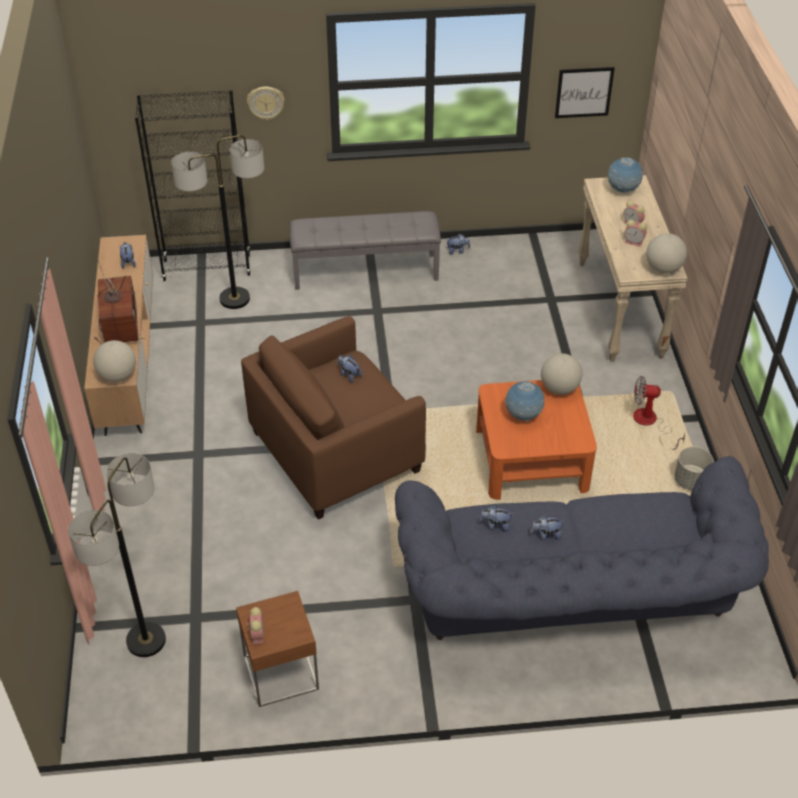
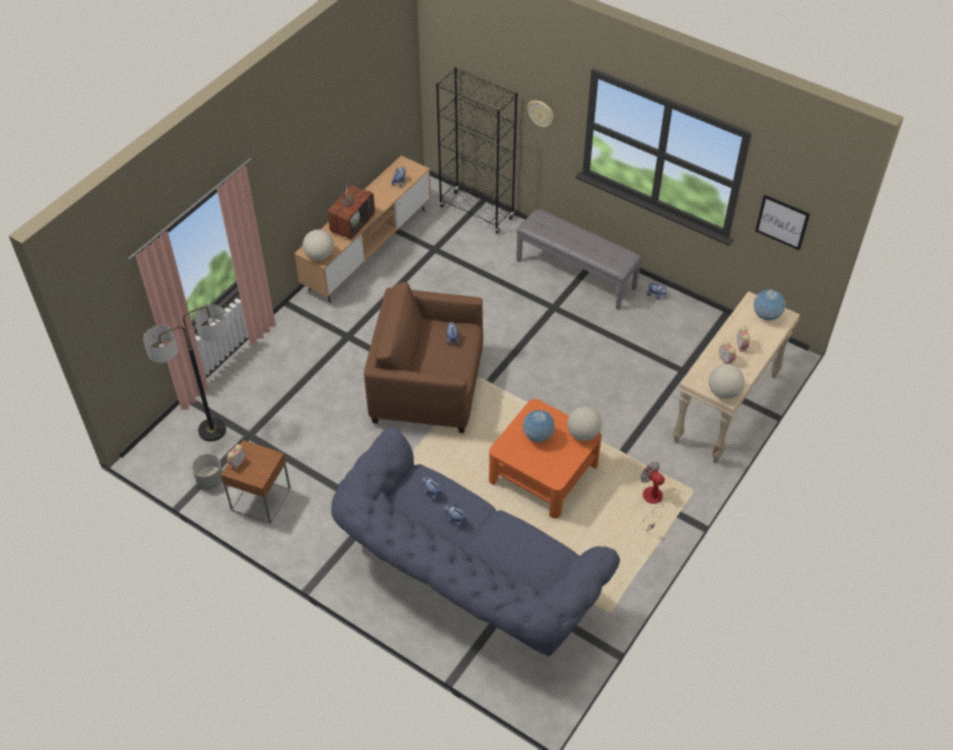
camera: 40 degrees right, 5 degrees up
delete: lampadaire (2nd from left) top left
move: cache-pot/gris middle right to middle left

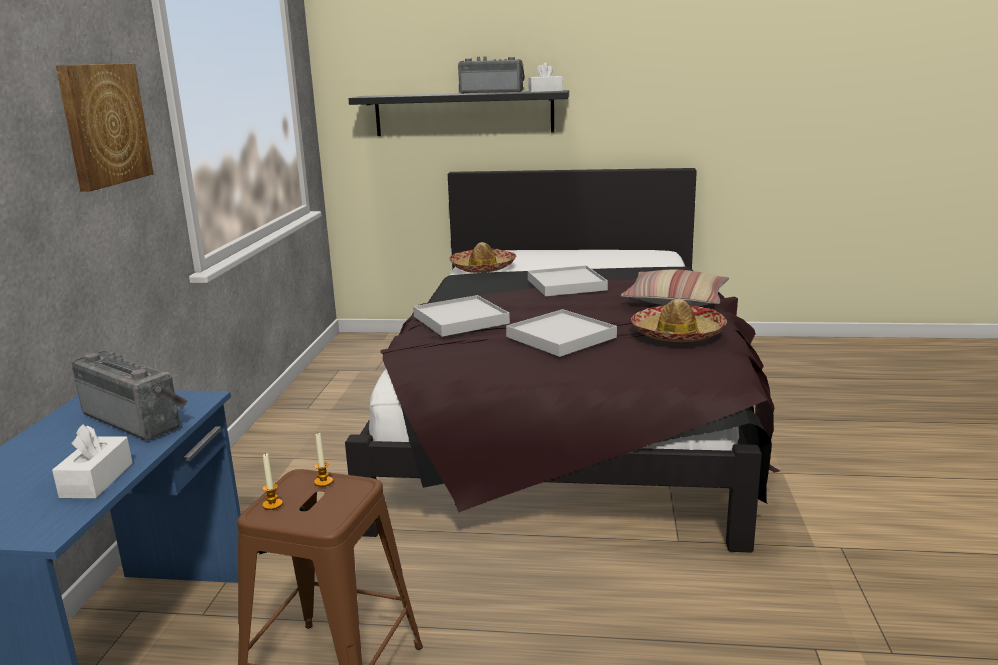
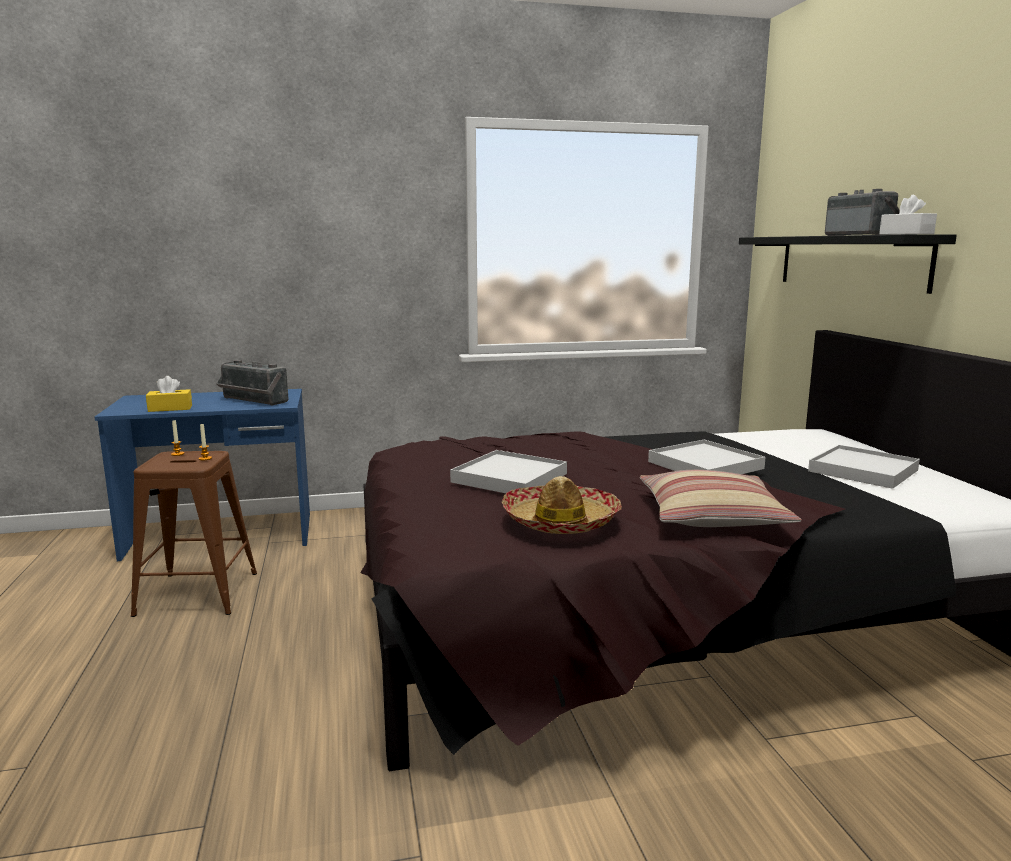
camera: 70 degrees right, 5 degrees down
delete: tableau top left; chapeau (1st from left) centre
move: plateau/blanc (1st from left in the first image) centre to plateau/blanc (3rd from left) middle right
recolor: boîte à mouchoirs/blanc (1st from left) bottom left to boîte à mouchoirs/jaune middle left
rotate: radio (1st from left) middle left = middle left 105 degrees clockwise

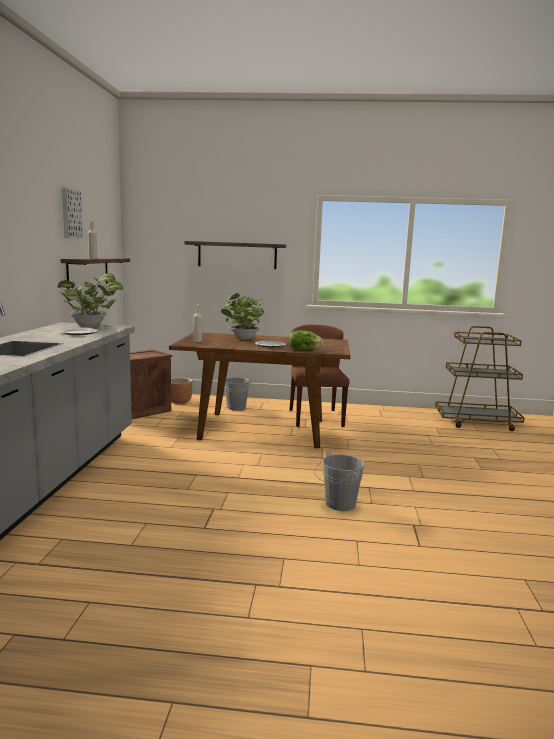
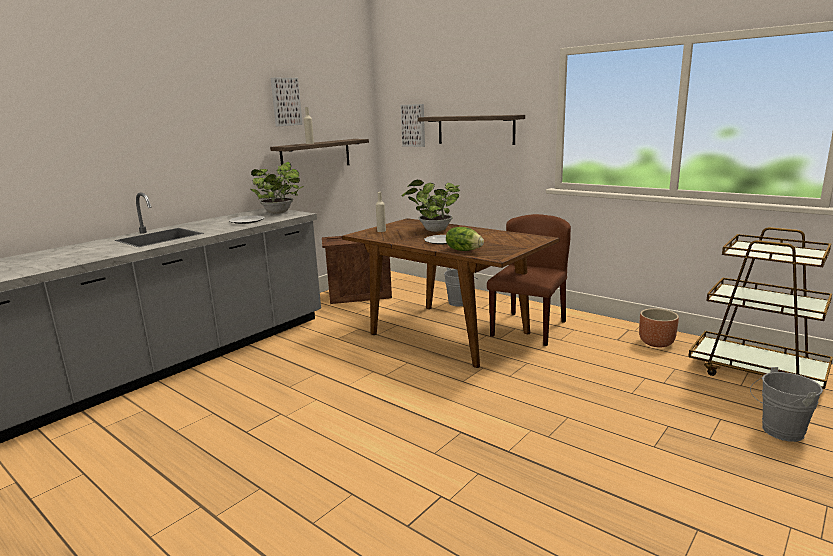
camera: 35 degrees right, 5 degrees up
insert: tableau (2nd from left) top centre
move: cache-pot/marron middle left to middle right; seau/gris (2nd from left) centre to bottom right

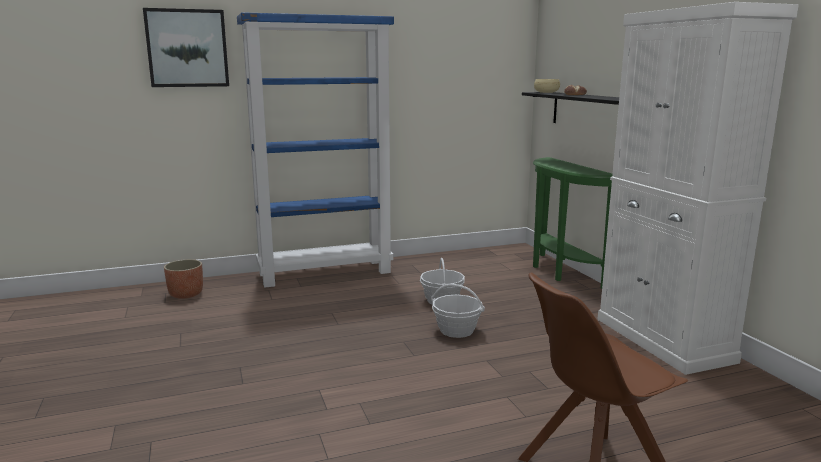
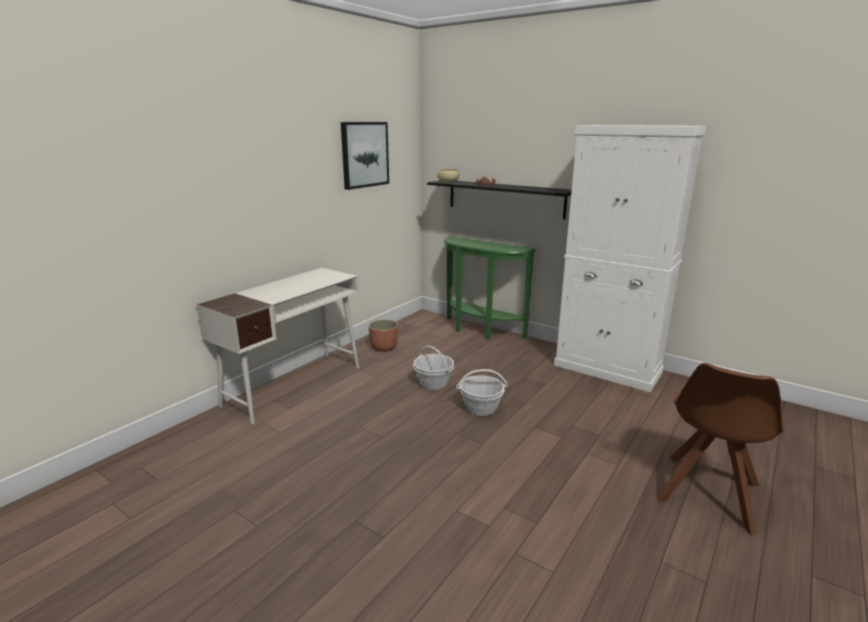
camera: 35 degrees left, 5 degrees up
move: tableau top left to top centre; cache-pot middle left to centre
replace: bibliothèque/bleu top centre to bureau/blanc middle left

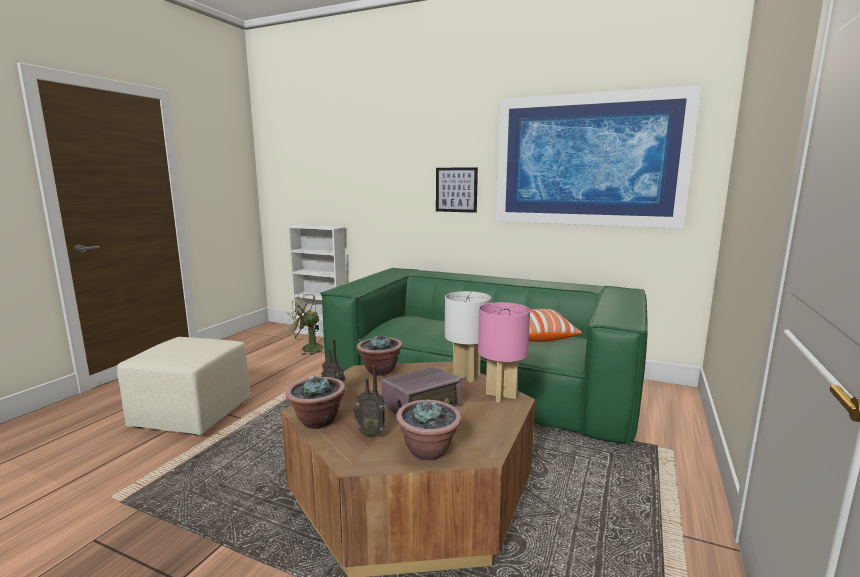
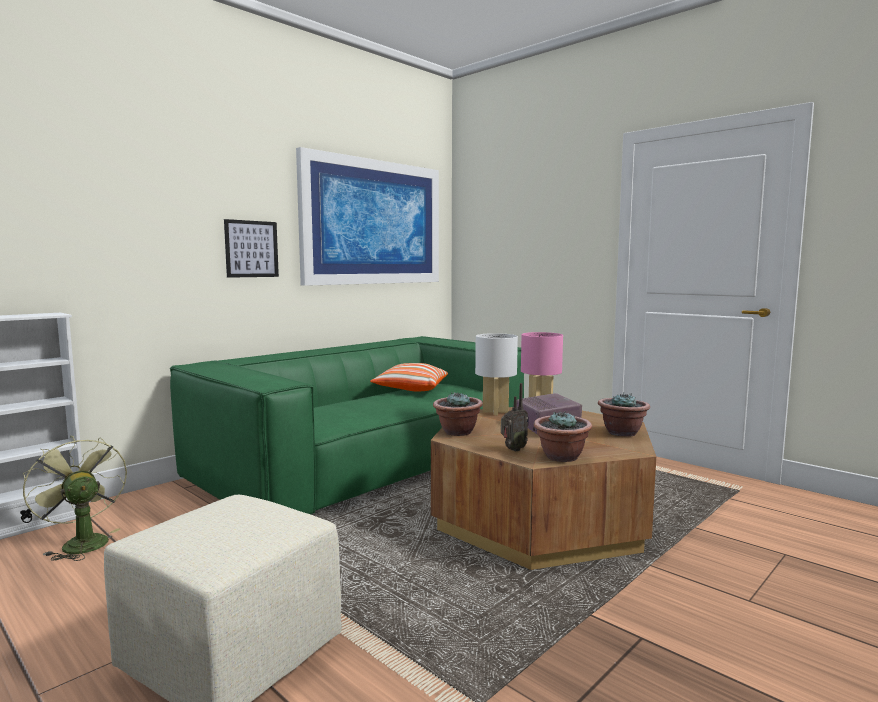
camera: 70 degrees left, 5 degrees down
delete: radio (2nd from left) bottom centre
rotate: ventilateur/vert centre = bottom left 105 degrees clockwise

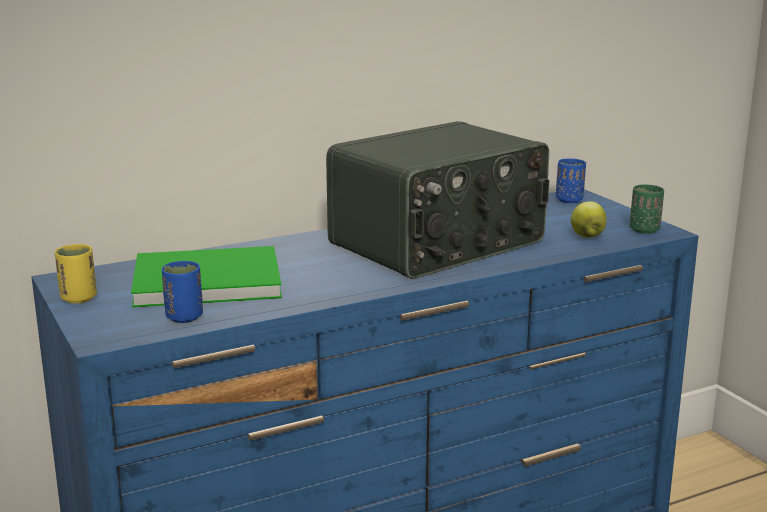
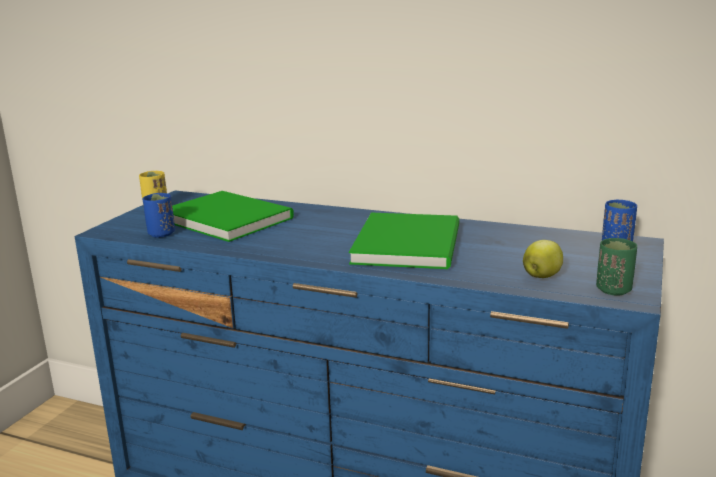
camera: 50 degrees right, 0 degrees up
replace: radio centre to livre/vert (2nd from left) centre

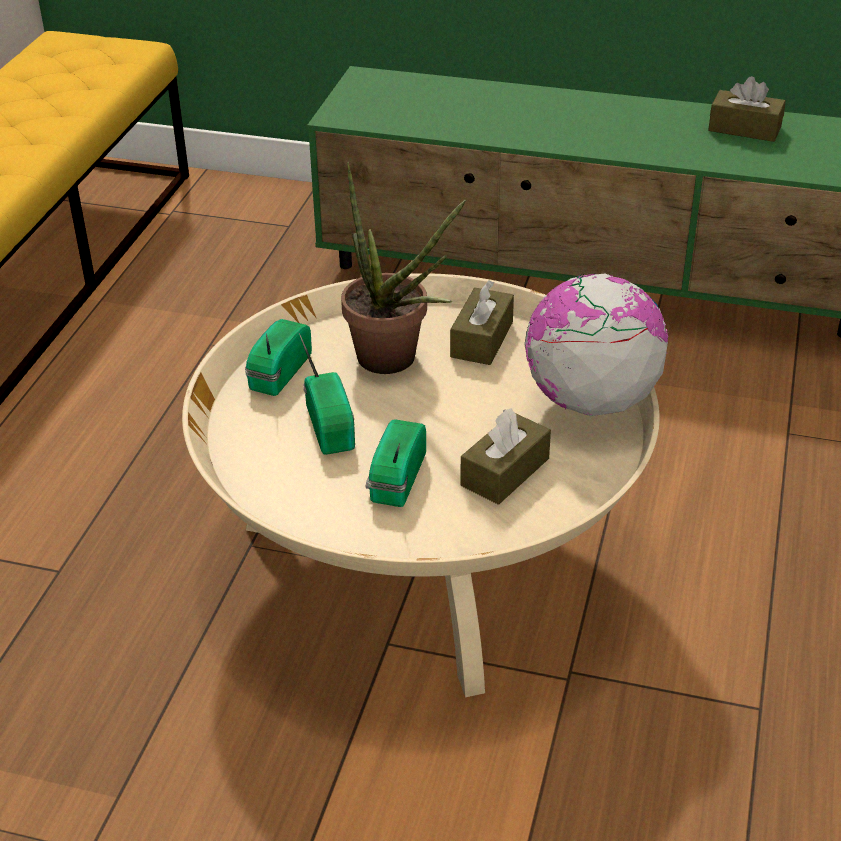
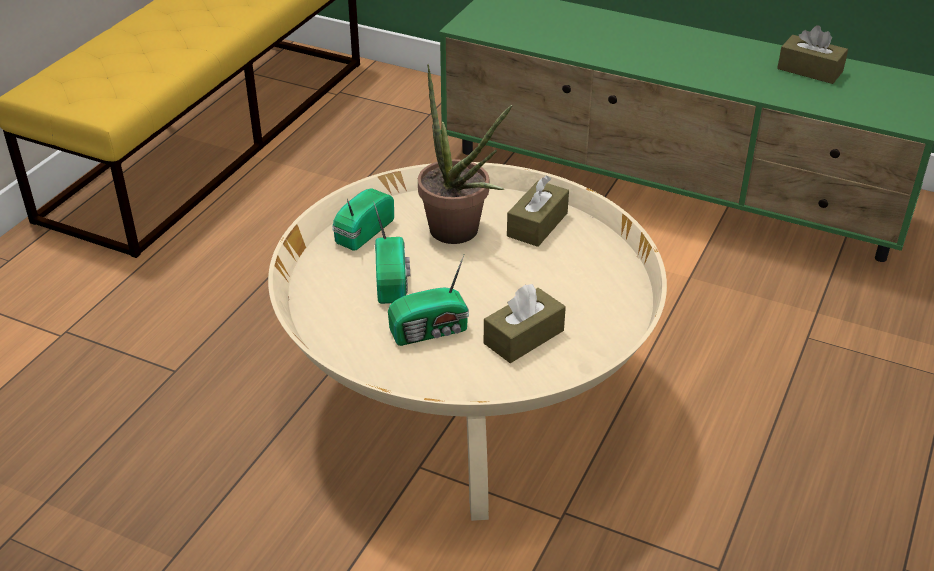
camera: 10 degrees right, 0 degrees up
delete: globe middle right
rotate: radio (3rd from left) centre = centre 135 degrees counterclockwise

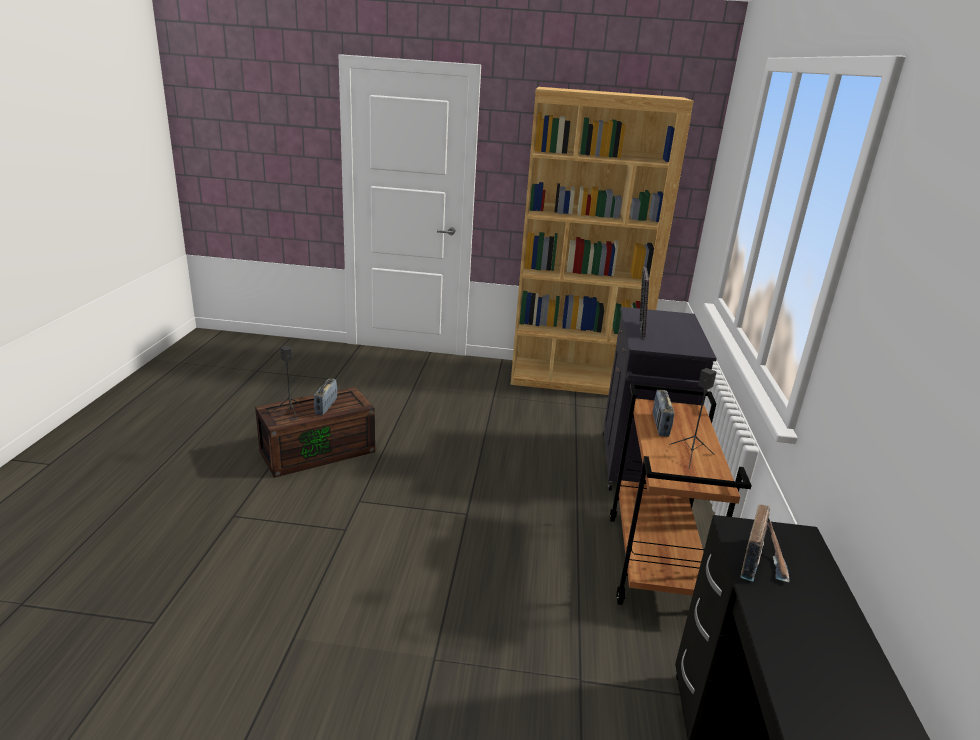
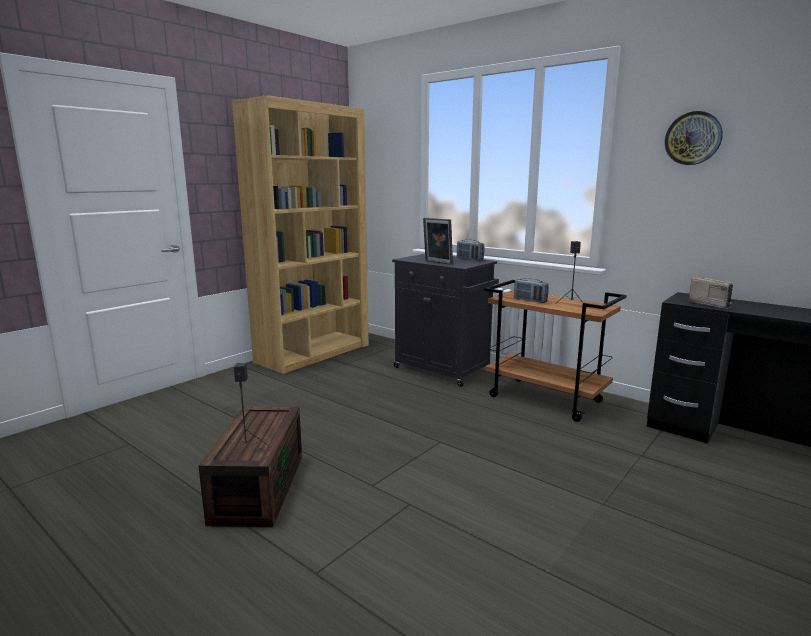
camera: 55 degrees left, 10 degrees down
insert: horloge murale top right
move: radio (1st from left) middle left to centre

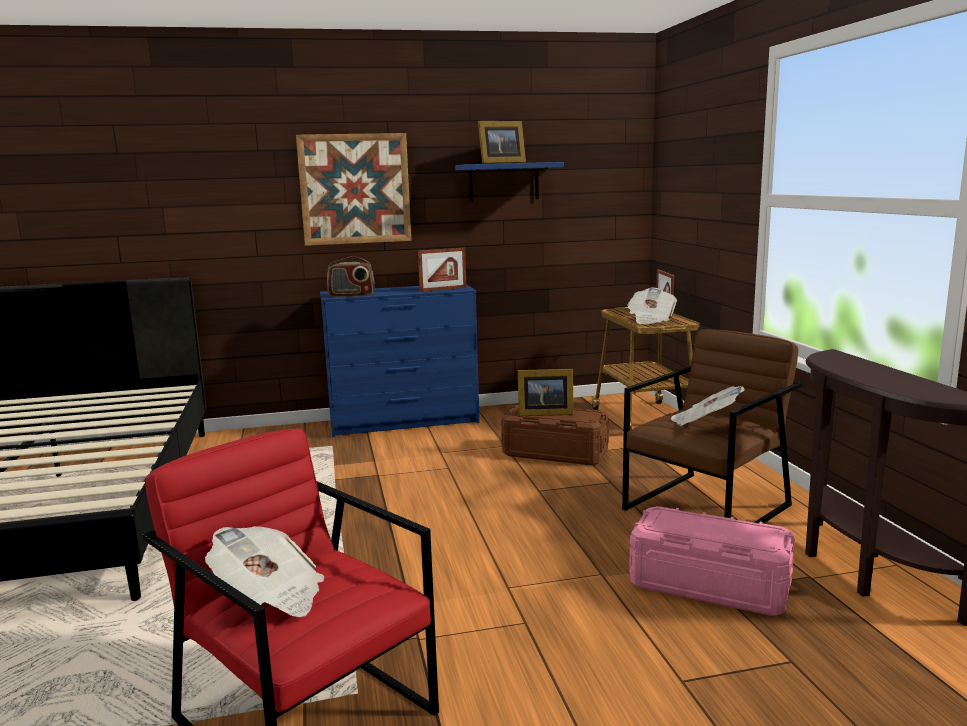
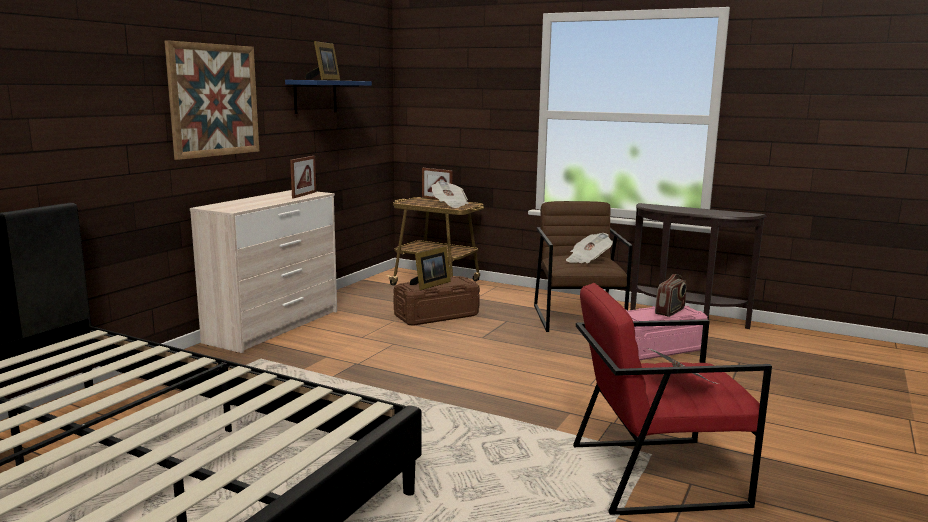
camera: 50 degrees left, 0 degrees up
move: radio centre to middle right
recolor: commode/bleu centre to commode/beige middle left

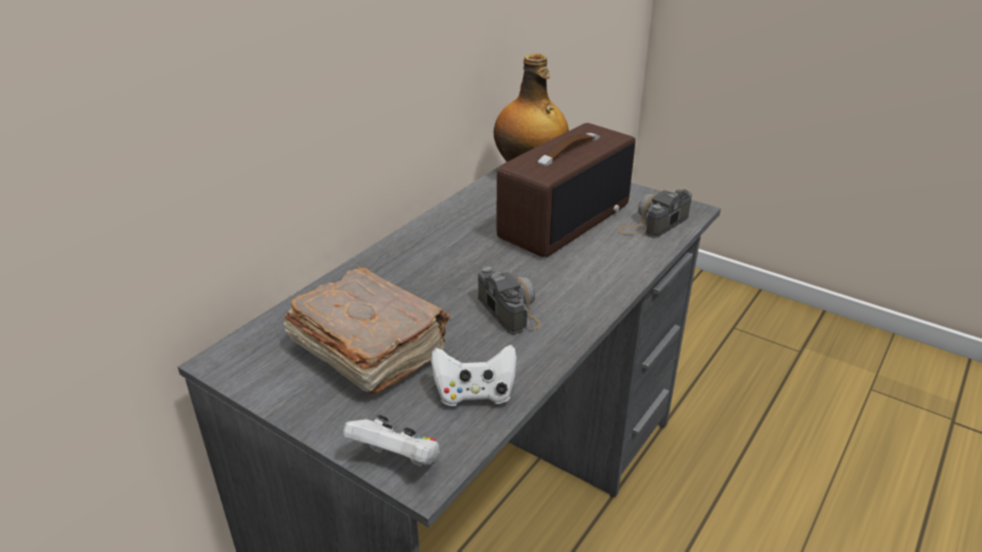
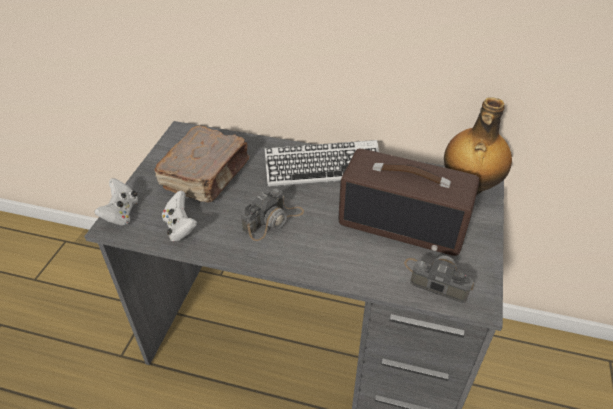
camera: 70 degrees right, 10 degrees up
insert: clavier centre

